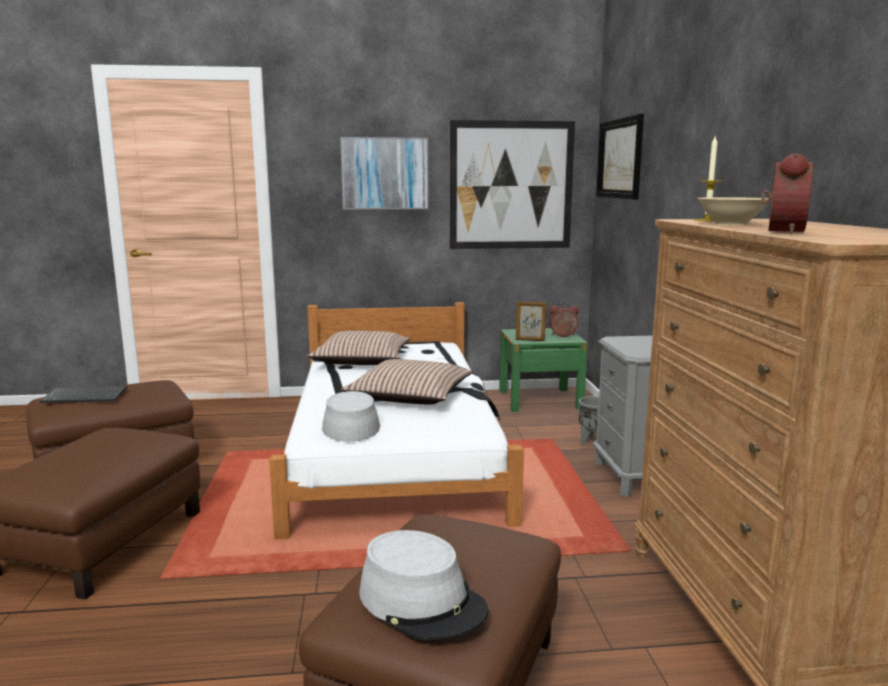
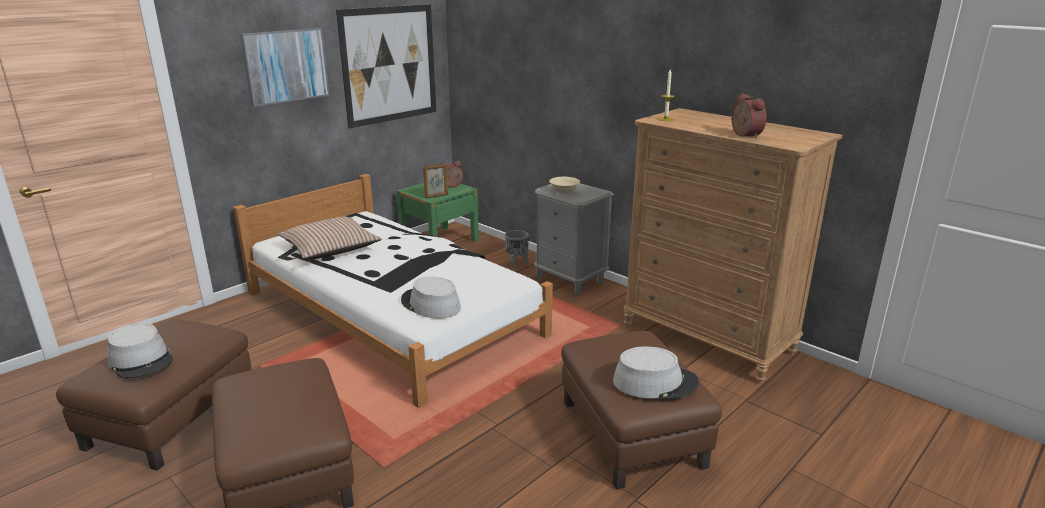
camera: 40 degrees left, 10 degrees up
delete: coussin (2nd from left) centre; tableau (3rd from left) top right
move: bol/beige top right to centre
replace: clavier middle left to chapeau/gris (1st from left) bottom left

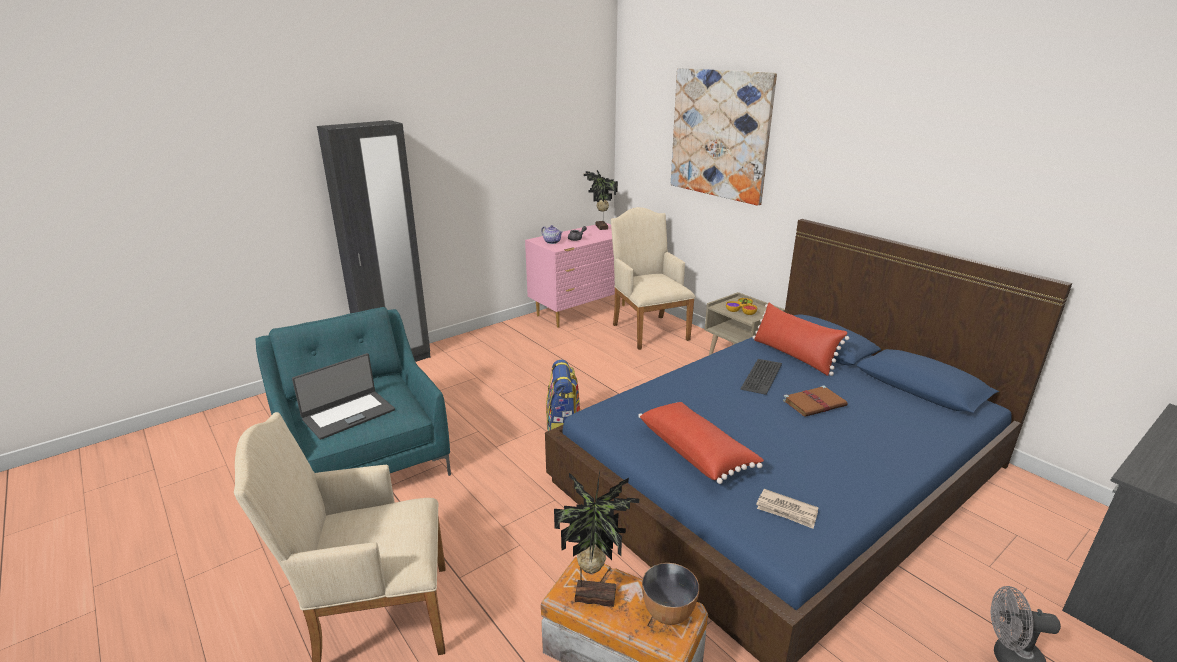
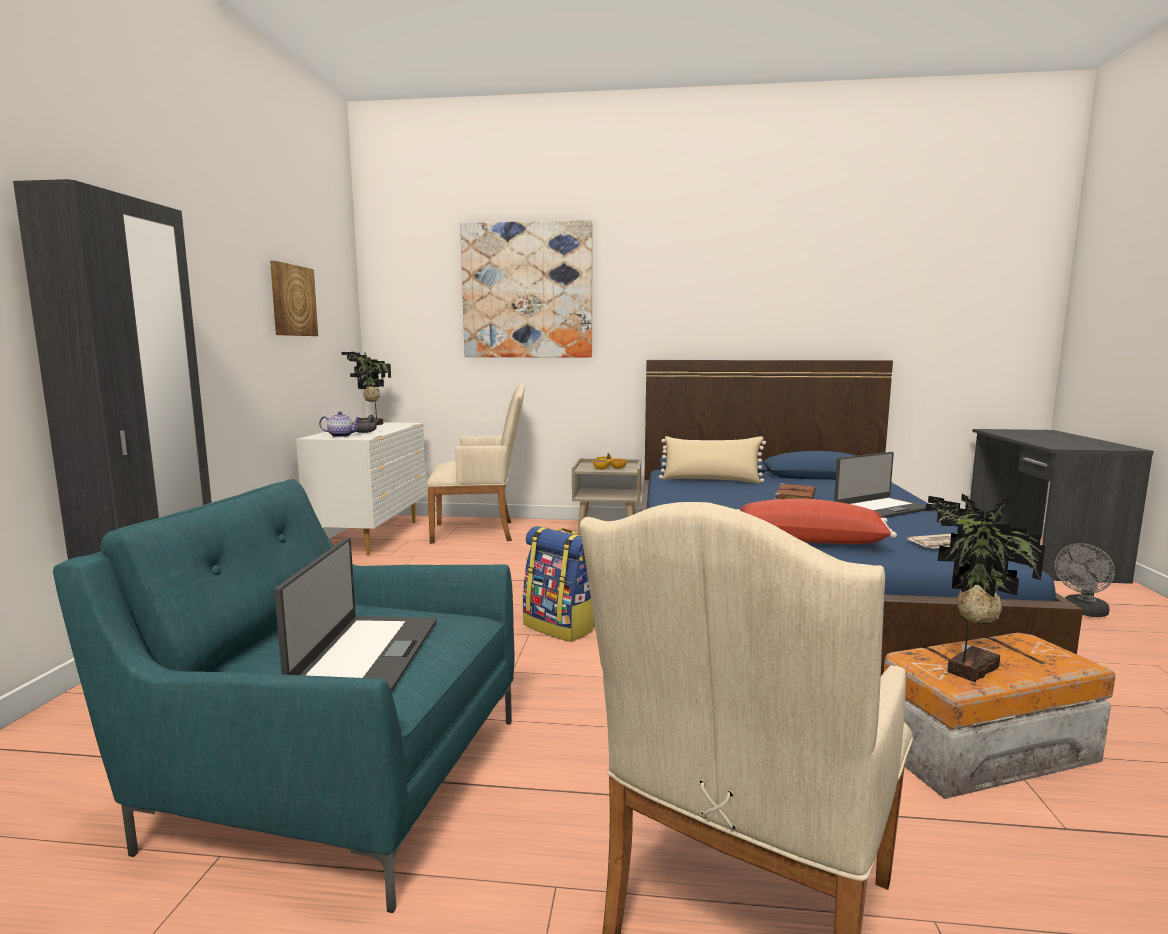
camera: 45 degrees left, 15 degrees down
delete: bol (1st from left) bottom centre; clavier centre
insert: tableau (1st from left) top left; ordinateur portable (2nd from left) middle right
recolor: commode/rose centre to commode/blanc middle left; coussin/rouge (2nd from left) middle right to coussin/beige centre
rotate: fauteuil/beige (2nd from left in the first image) centre = centre 150 degrees clockwise

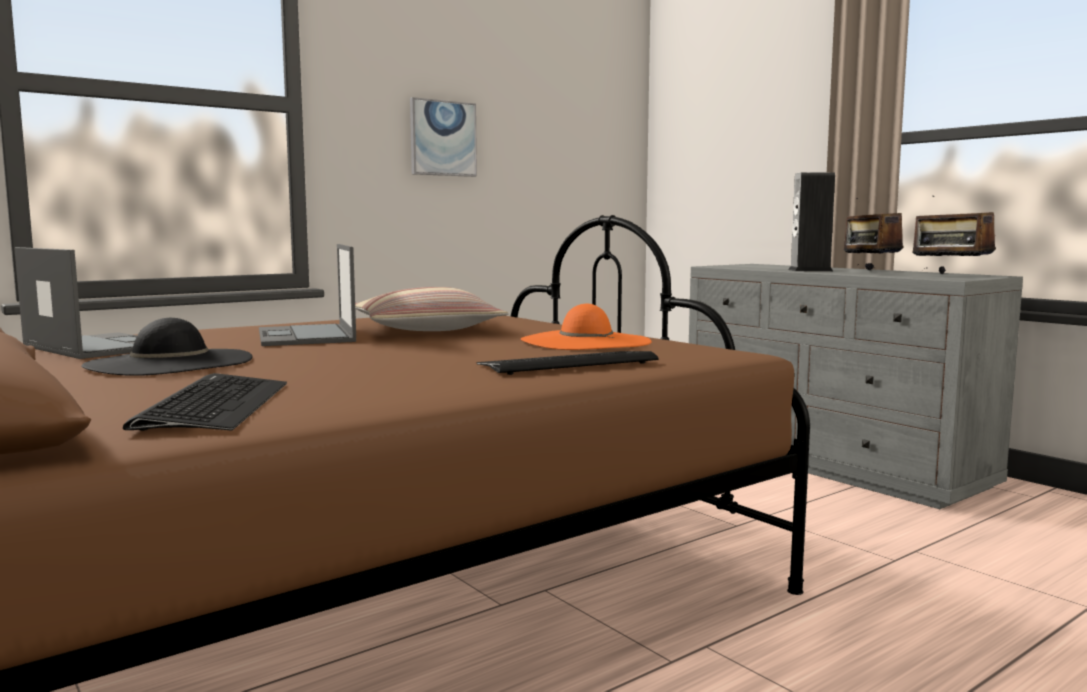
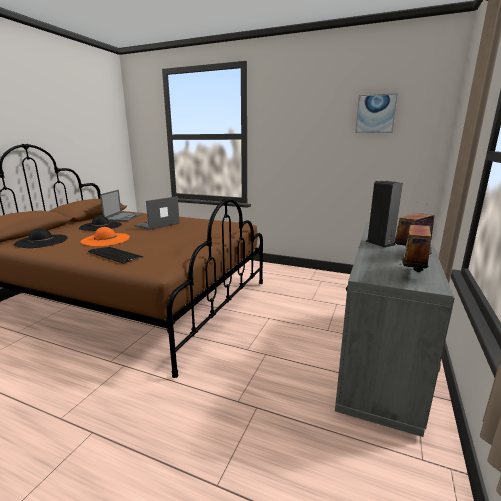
camera: 60 degrees right, 10 degrees up
delete: coussin centre
move: tableau top centre to top right; chapeau/orange centre to middle left
replace: clavier (1st from left) middle left to chapeau/noir (1st from left) middle left

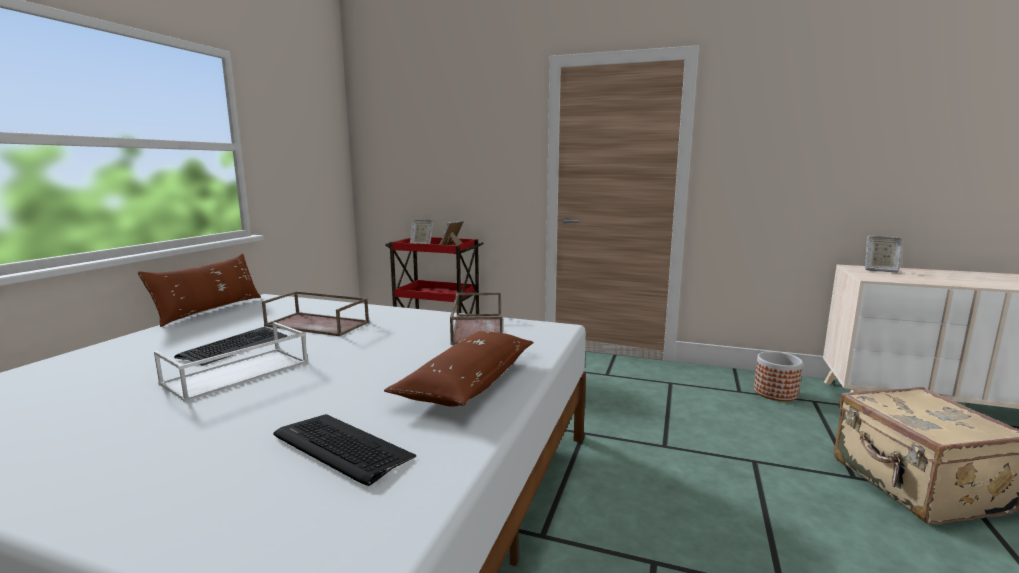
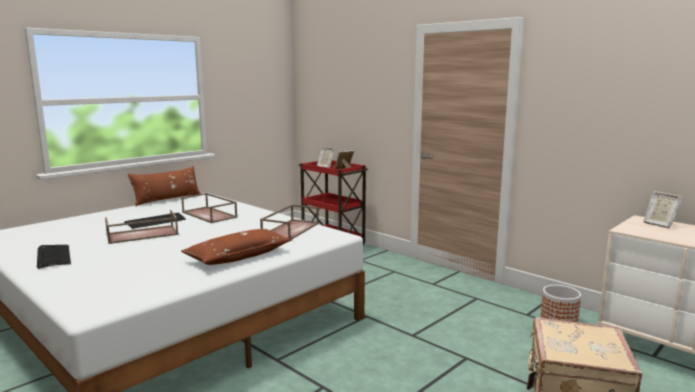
camera: 25 degrees right, 0 degrees up
move: clavier (2nd from left in the first image) bottom centre to clavier (1st from left) middle left
recolor: plateau/blanc middle left to plateau/marron (1st from left) middle left

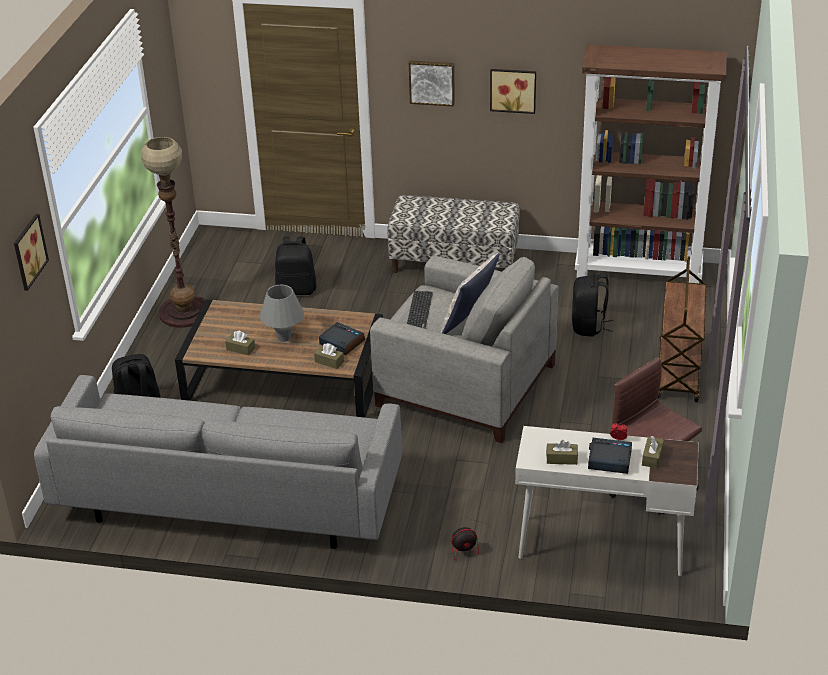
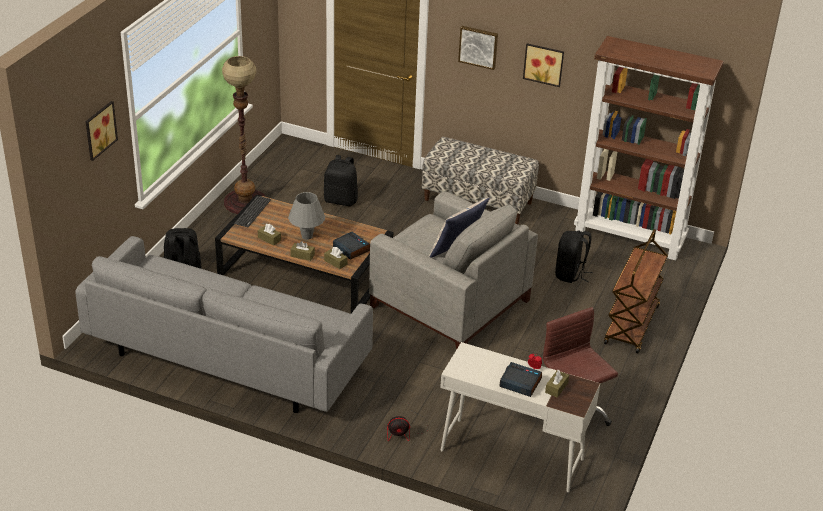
camera: 10 degrees right, 0 degrees up
move: clavier centre to middle left; boîte à mouchoirs/marron (3rd from left in the first image) bottom right to boîte à mouchoirs/marron (2nd from left) centre

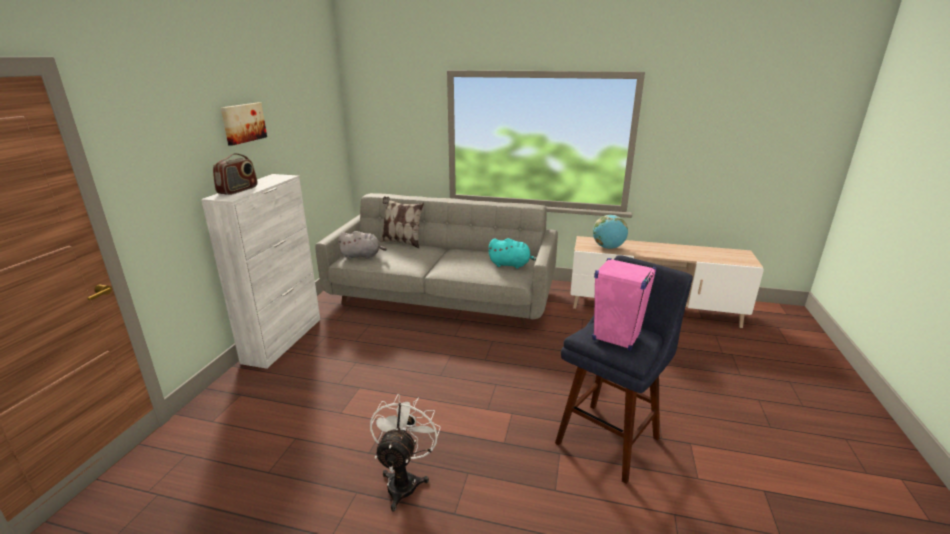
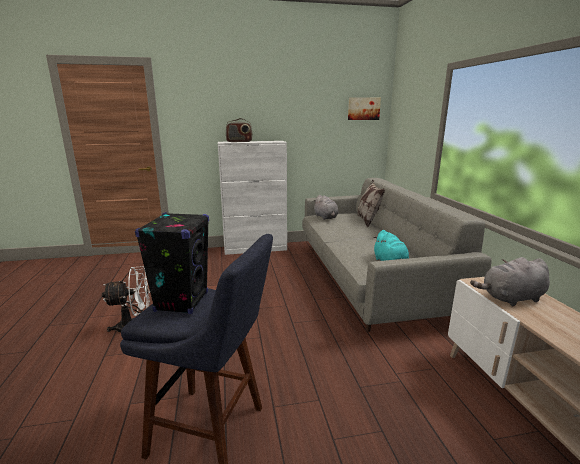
camera: 65 degrees right, 5 degrees down
move: tableau top left to top centre
replace: globe centre to peluche/gris (2nd from left) middle right
recolor: enceinte/rose centre to enceinte/noir middle left

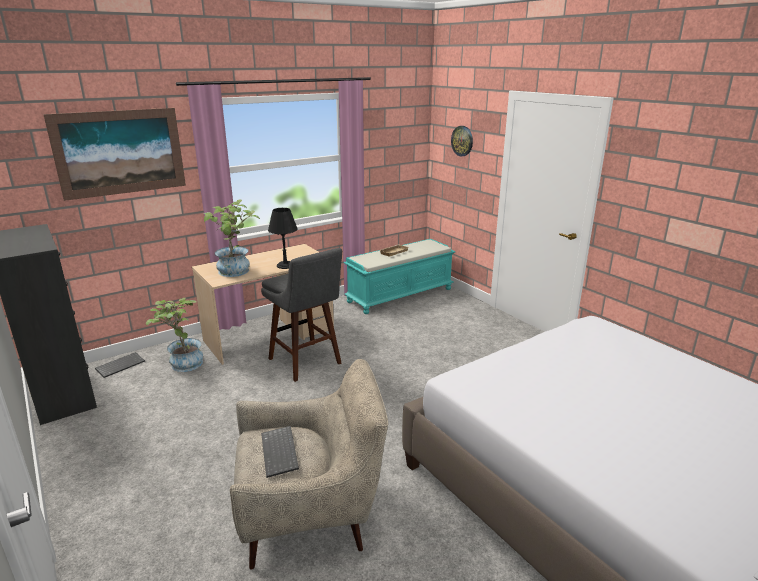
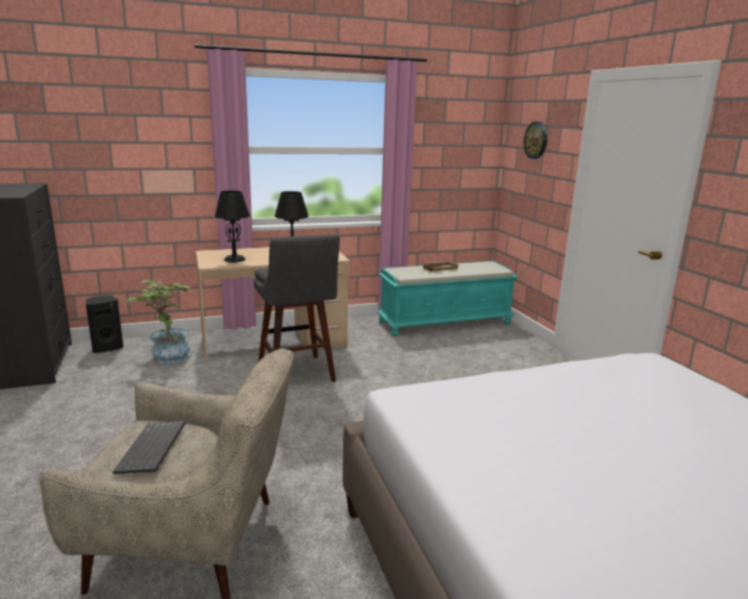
camera: 15 degrees right, 5 degrees down
delete: tableau top left
replace: clavier (1st from left) middle left to enceinte/noir middle left; plante en pot (2nd from left) middle left to lampe de table/noir (1st from left) middle left

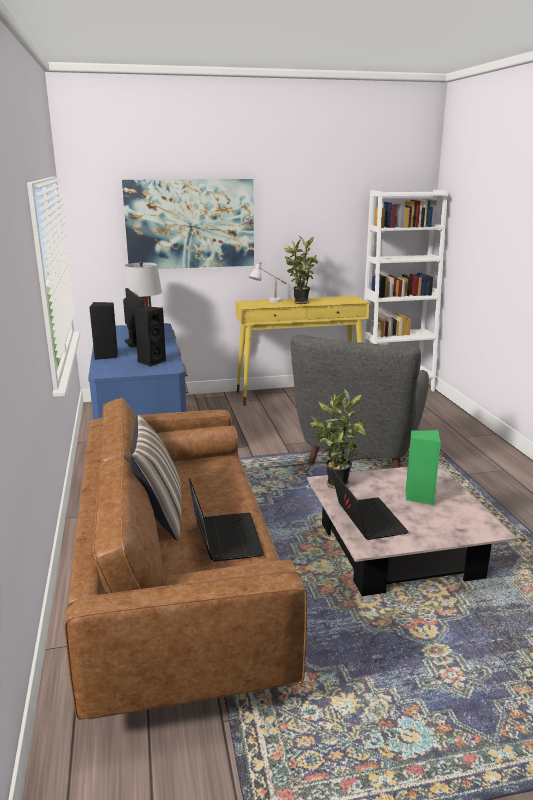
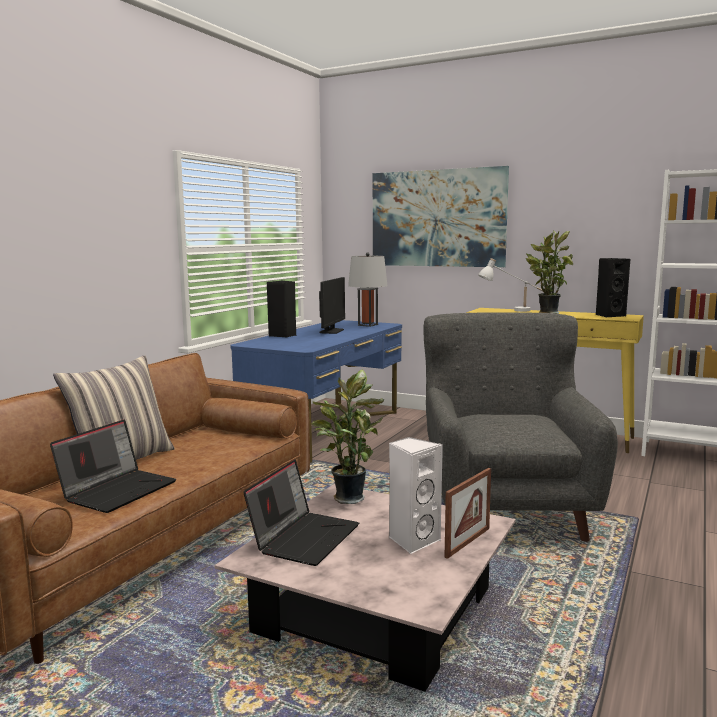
camera: 40 degrees right, 10 degrees down
insert: cadre photo bottom centre
move: enceinte/noir (2nd from left) middle left to middle right
recolor: enceinte/vert middle right to enceinte/blanc bottom centre
rotate: fauteuil/gris middle right = middle right 120 degrees clockwise

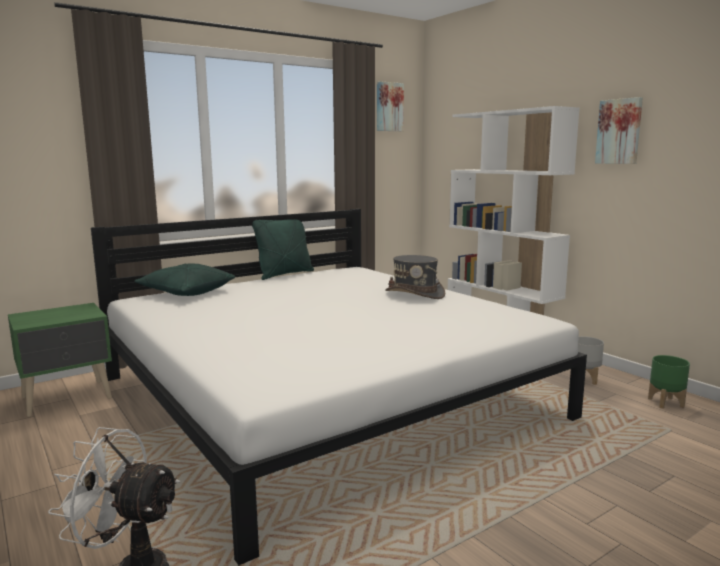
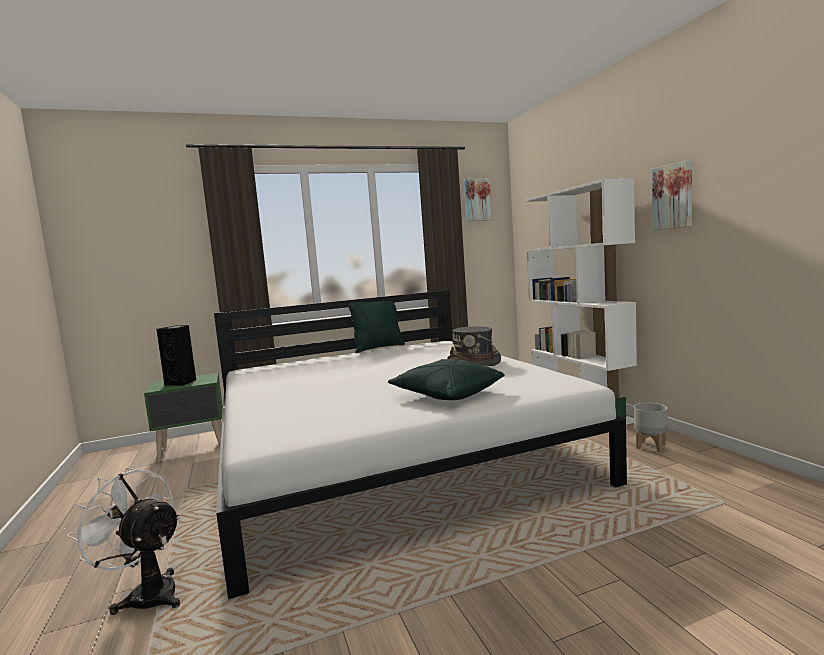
camera: 15 degrees right, 5 degrees down
delete: cache-pot/vert bottom right
insert: enceinte/noir middle left
move: coussin/vert (1st from left in the first image) middle left to coussin/vert (2nd from left) centre

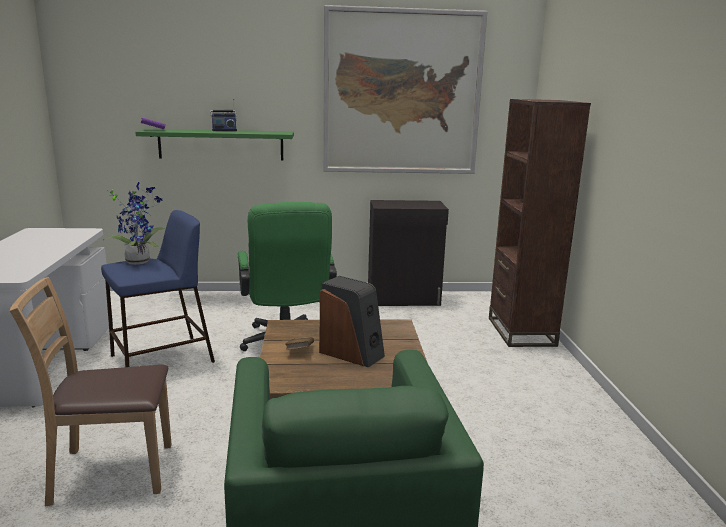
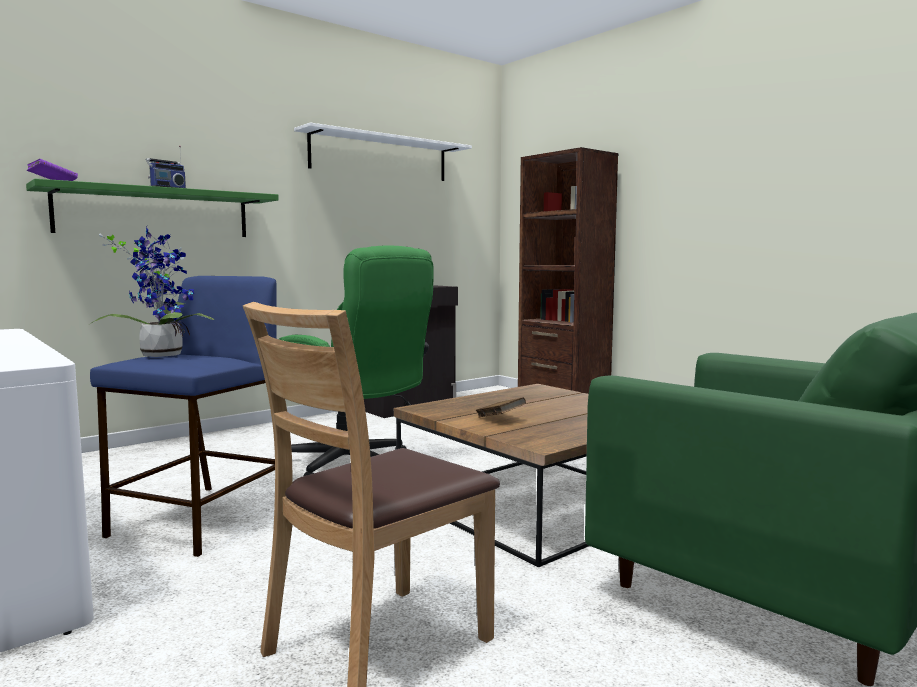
camera: 35 degrees left, 10 degrees down
delete: enceinte centre
replace: tableau top centre to étagère/blanc top centre

